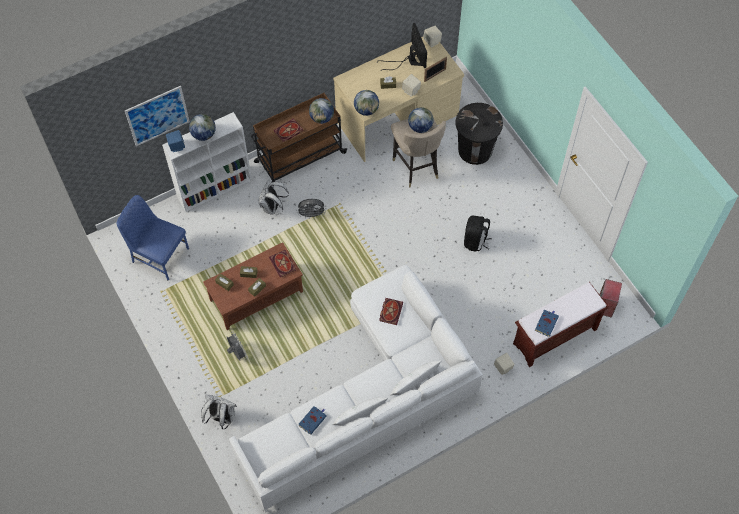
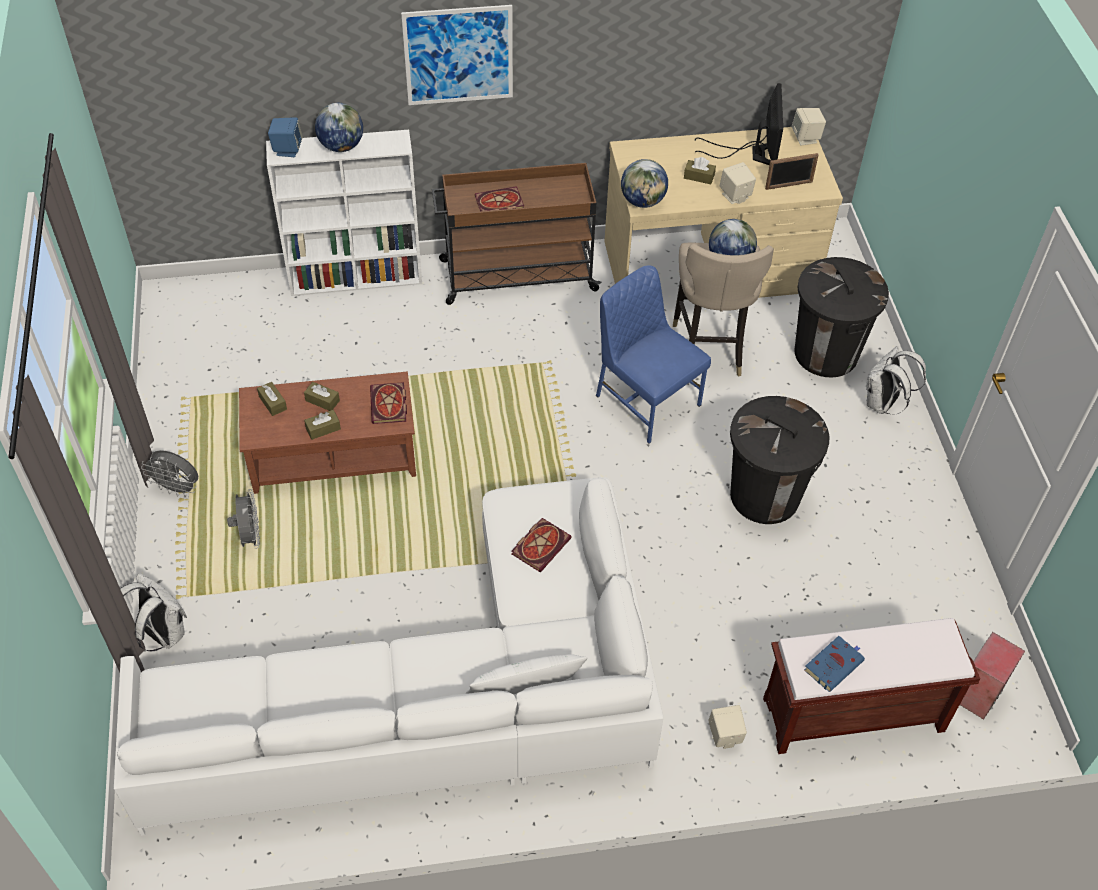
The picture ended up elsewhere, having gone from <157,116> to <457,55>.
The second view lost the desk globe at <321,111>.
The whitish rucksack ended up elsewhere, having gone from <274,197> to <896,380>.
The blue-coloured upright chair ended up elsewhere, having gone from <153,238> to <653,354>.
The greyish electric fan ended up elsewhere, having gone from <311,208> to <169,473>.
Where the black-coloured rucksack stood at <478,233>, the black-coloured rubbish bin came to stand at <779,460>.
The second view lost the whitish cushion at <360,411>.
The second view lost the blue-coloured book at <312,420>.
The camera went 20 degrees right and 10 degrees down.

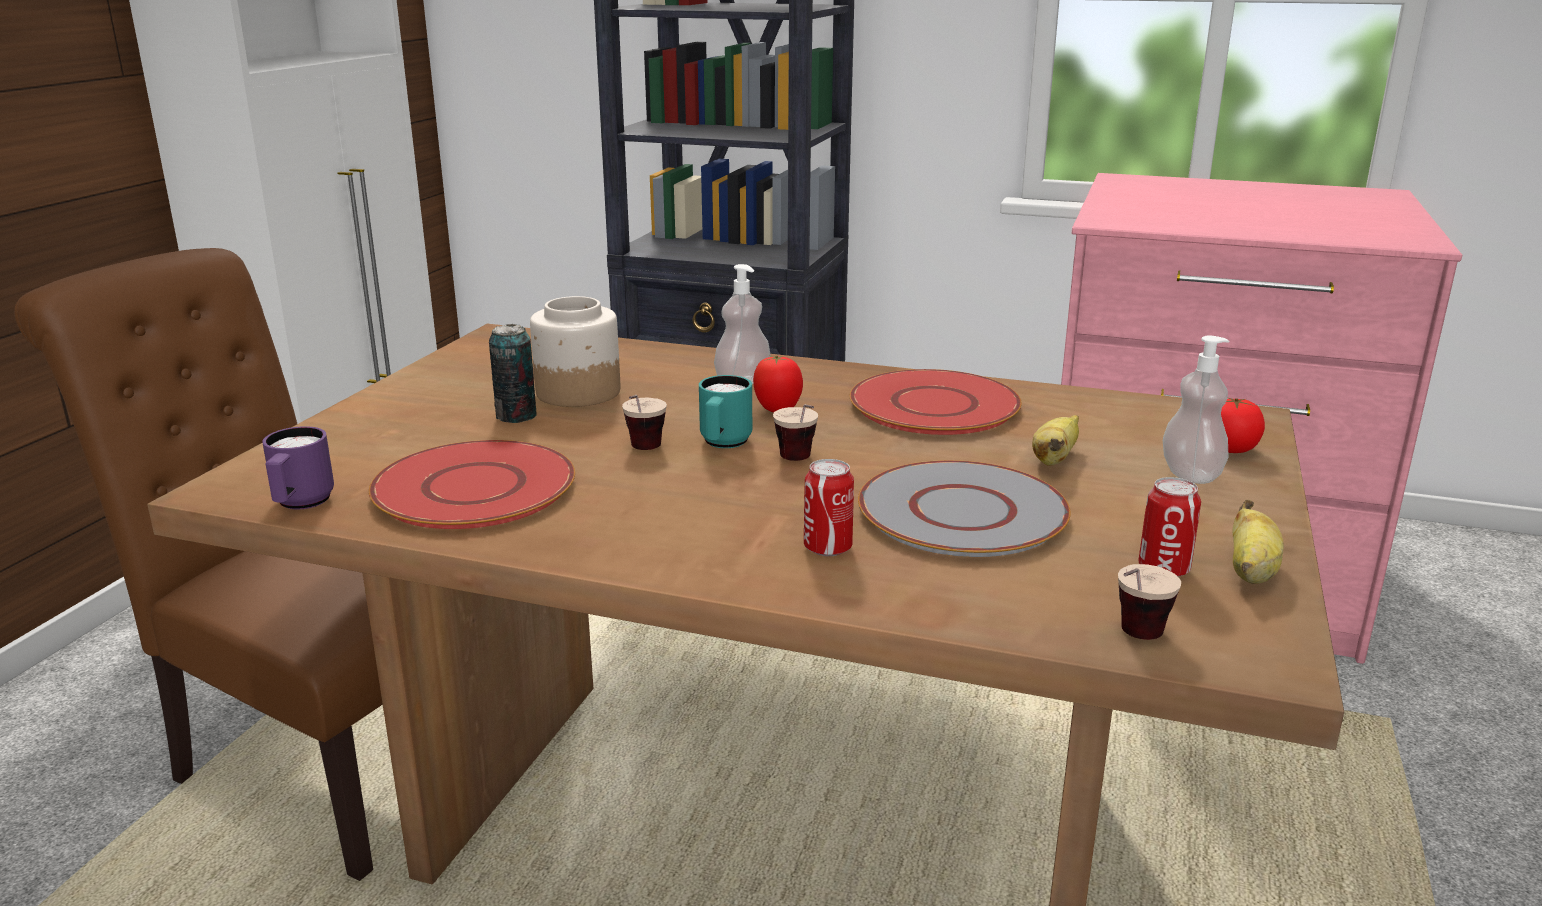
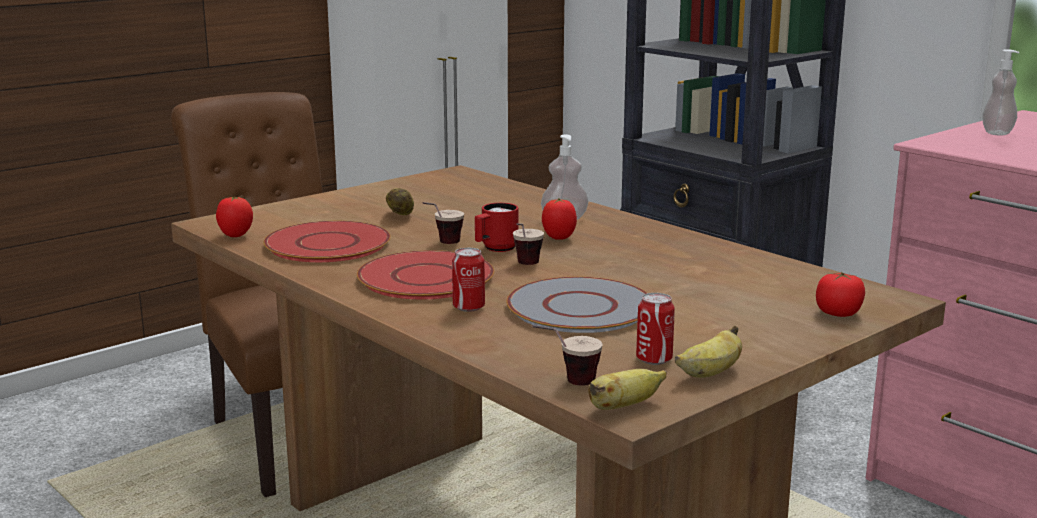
The second view lost the storage jar at <575,351>.
Where the sealed can stood at <513,373>, the whole potato came to stand at <400,201>.
The soap dispenser ended up elsewhere, having gone from <1196,409> to <1001,92>.
The red-coloured flat dish ended up elsewhere, having gone from <936,402> to <425,274>.
What was the turquoise coffee mug at <725,411> turned into the red-coloured coffee mug at <496,227>.
The banana ended up elsewhere, having gone from <1055,440> to <627,389>.
Where the purple-coloured coffee mug stood at <298,467>, the fresh tomato came to stand at <234,216>.
The camera went 30 degrees right and 5 degrees down.

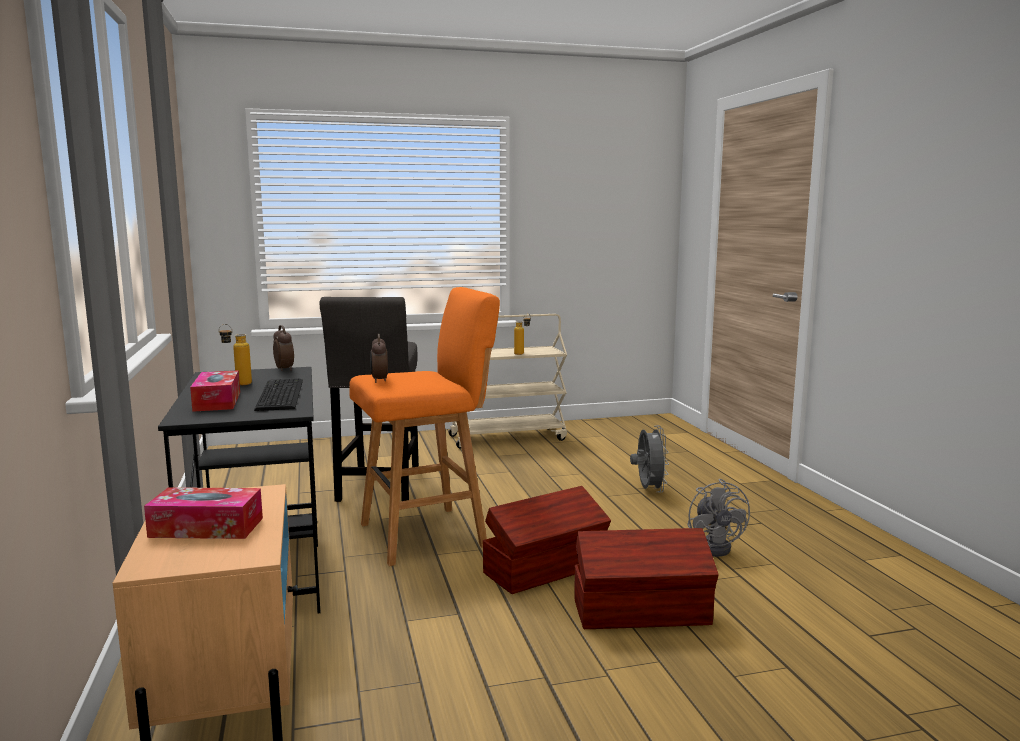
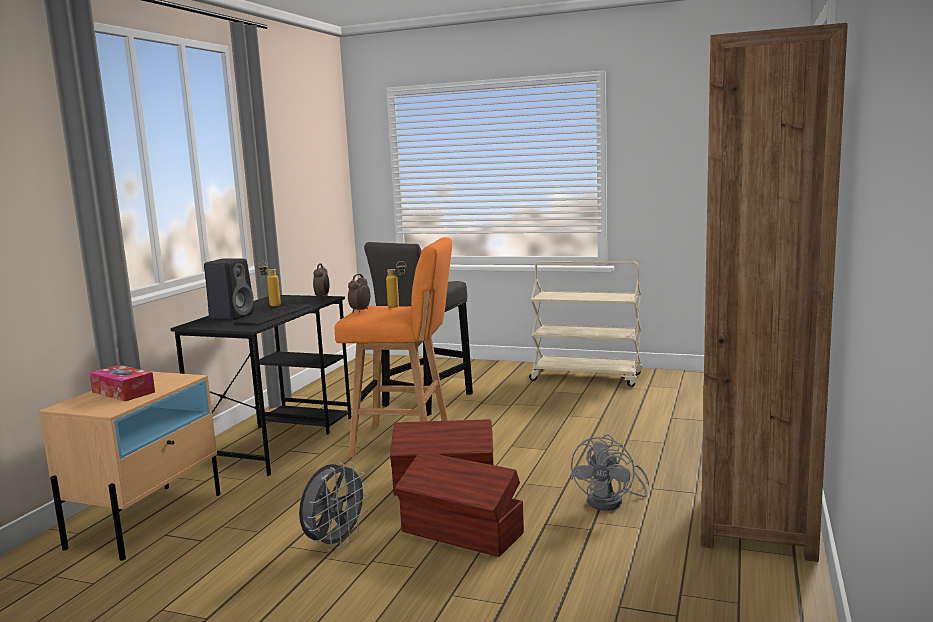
The drink bottle ended up elsewhere, having gone from <522,334> to <396,284>.
Where the box of tissues stood at <215,391>, the black-coloured loudspeaker came to stand at <229,289>.
The greyish electric fan ended up elsewhere, having gone from <649,459> to <334,506>.
The second view gained the brownish bookshelf at <774,292>.
The camera went 35 degrees right and 0 degrees up.

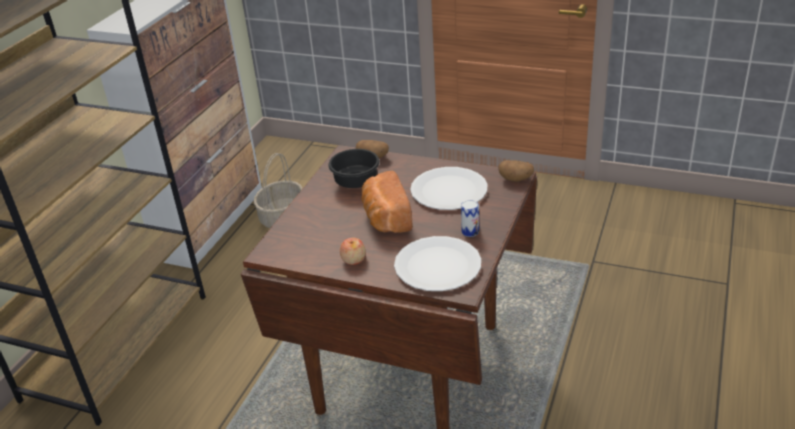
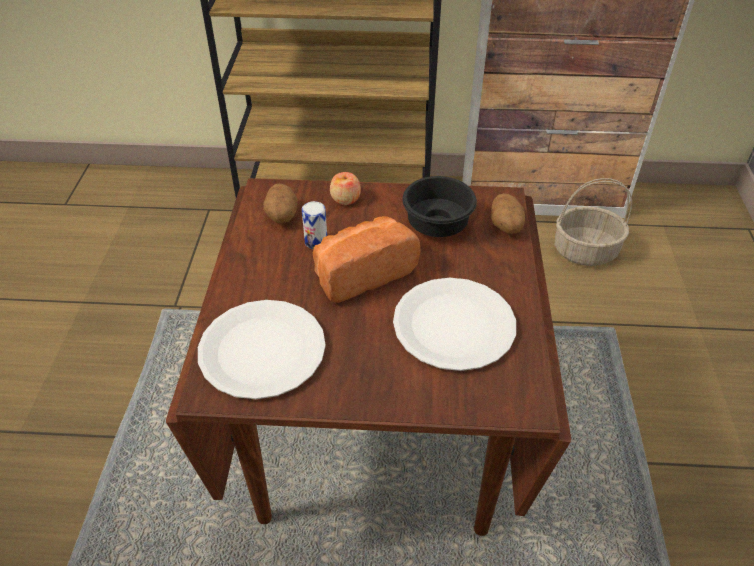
The whole potato ended up elsewhere, having gone from <516,171> to <280,203>.
The sealed can ended up elsewhere, having gone from <470,218> to <314,225>.
The apple fruit ended up elsewhere, having gone from <353,251> to <345,188>.
The camera went 70 degrees right and 10 degrees up.

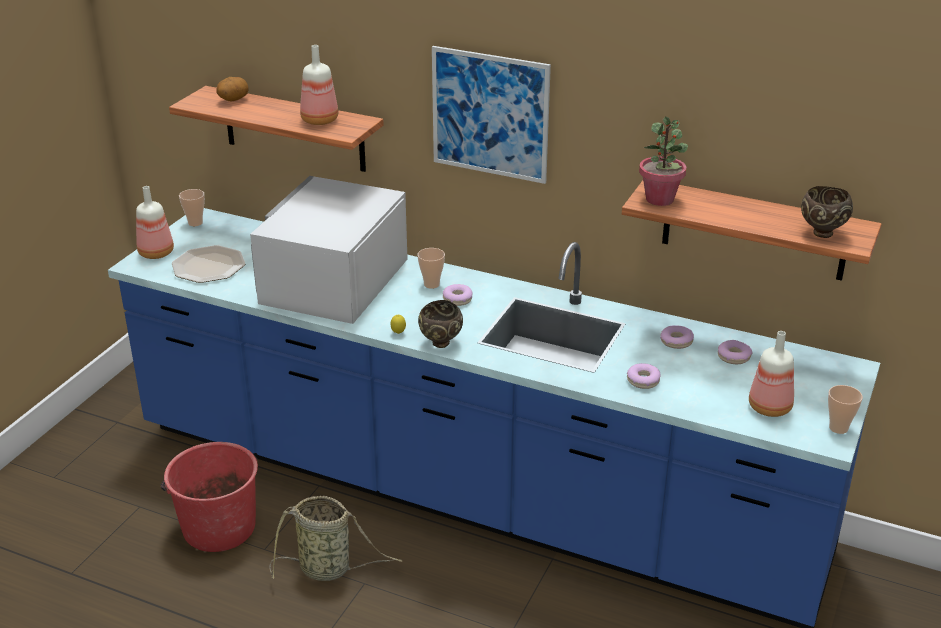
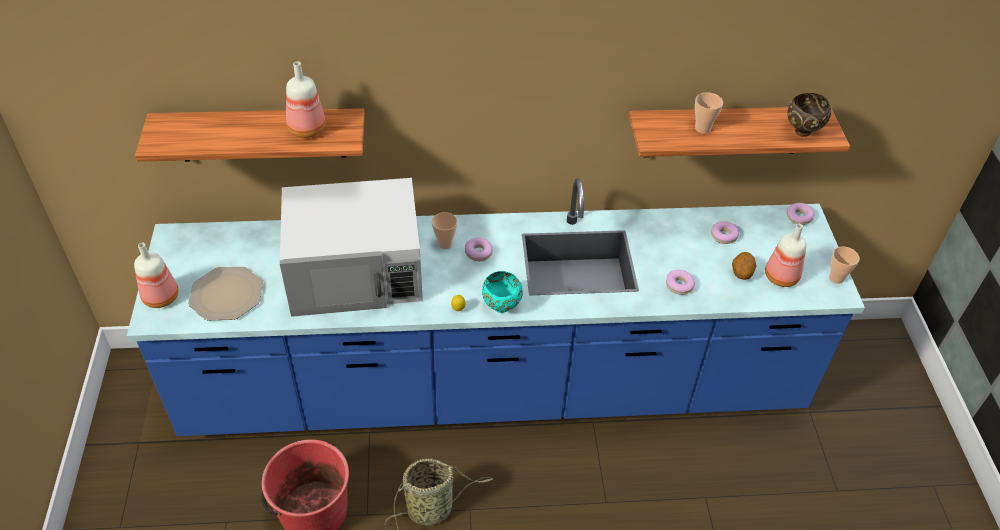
The second view lost the picture at <491,115>.
The whole potato ended up elsewhere, having gone from <232,89> to <744,266>.
The second view lost the potted plant at <663,161>.
The whitish microwave oven at <329,250> ended up facing another way, 90 degrees counterclockwise from before.
The drinking cup ended up elsewhere, having gone from <192,207> to <709,112>.
What was the brownish serving bowl at <440,324> turned into the turquoise serving bowl at <502,292>.
The donut ended up elsewhere, having gone from <677,337> to <800,214>.
The camera went 30 degrees left and 15 degrees up.

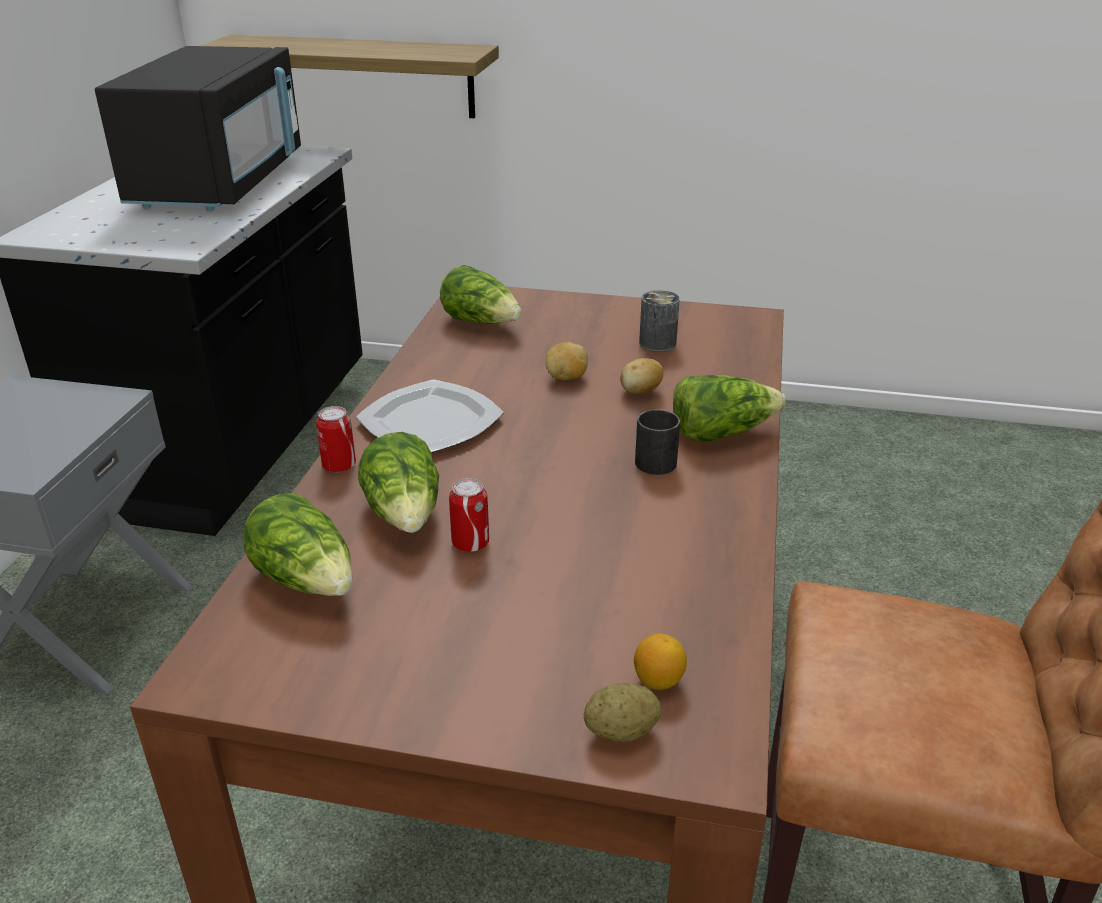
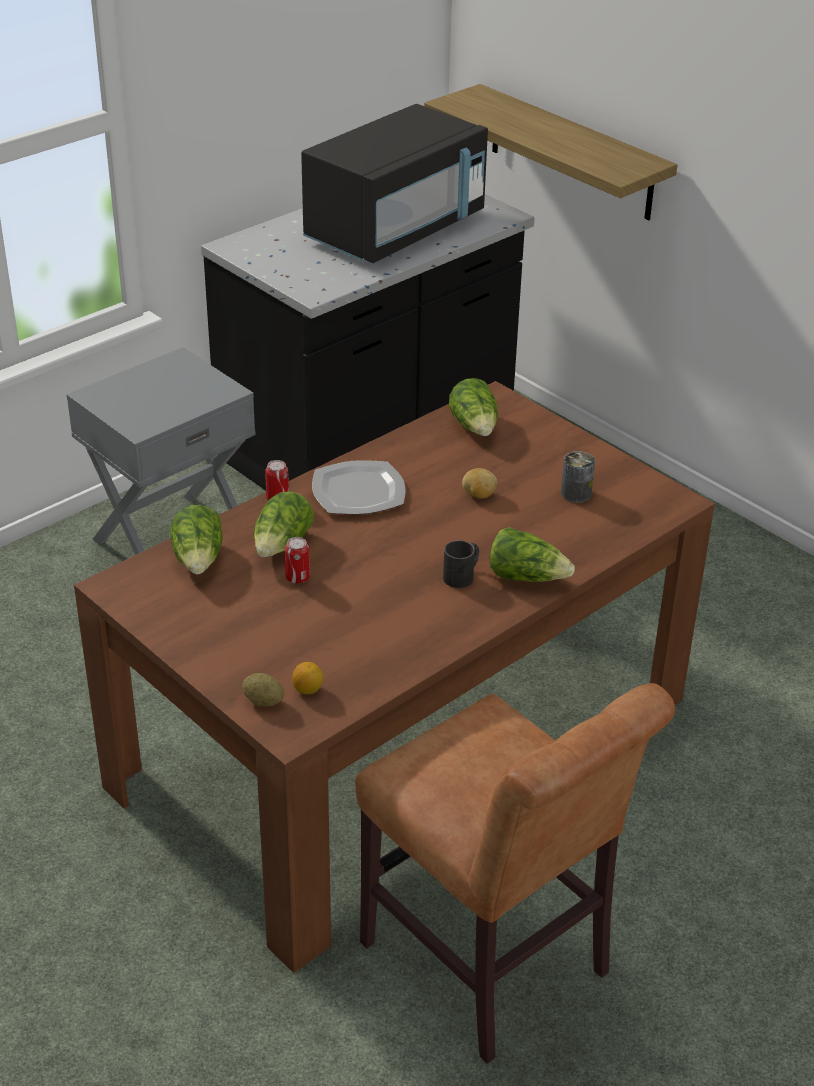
The second view lost the whole potato at <642,376>.
The camera went 35 degrees right and 5 degrees up.

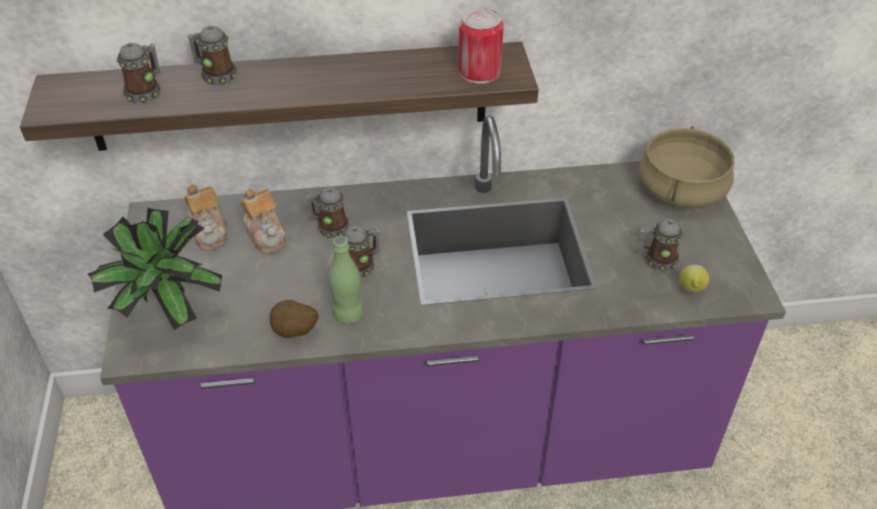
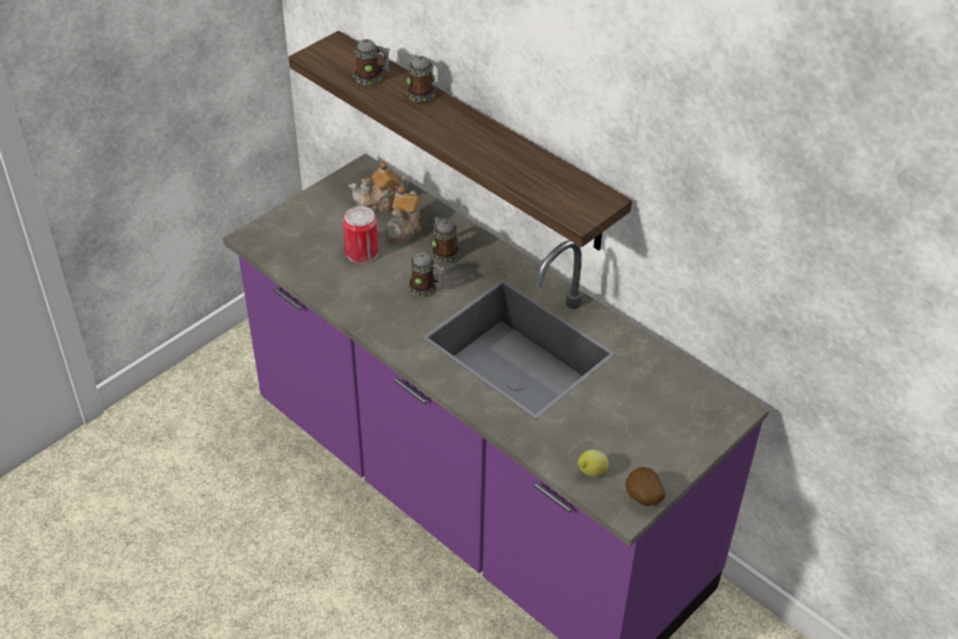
The sealed can ended up elsewhere, having gone from <481,46> to <360,235>.
The second view lost the beige-coloured stockpot at <686,167>.
The pot for tea at <206,217> ended up facing another way, 45 degrees clockwise from before.
The second view lost the potted plant at <155,269>.
The second view lost the coffee mug at <660,245>.
The second view lost the green-coloured drink bottle at <346,280>.
The whole potato ended up elsewhere, having gone from <294,319> to <645,486>.
The camera went 50 degrees right and 0 degrees up.

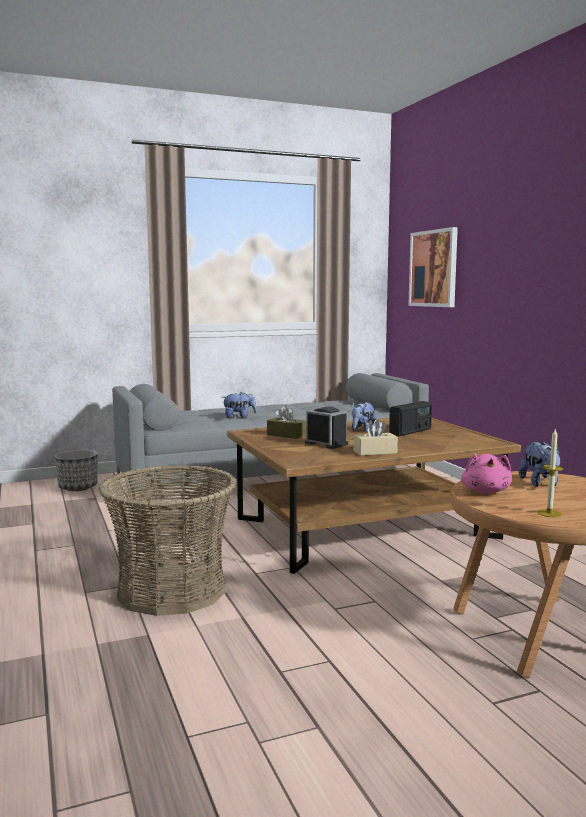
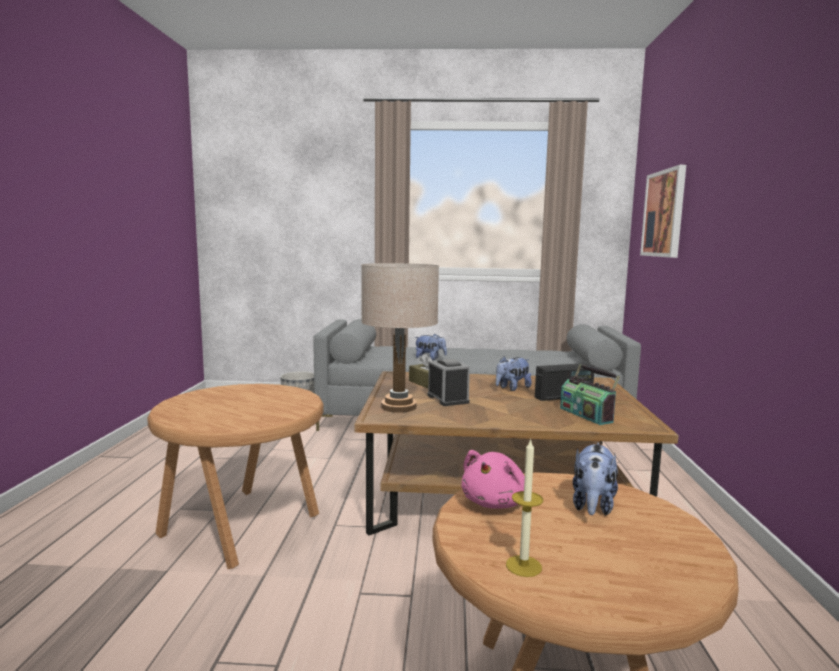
The second view lost the beige-coloured box of tissues at <376,438>.
Where the basket stood at <167,540>, the brownish accent table came to stand at <235,476>.
The second view gained the beige-coloured lamp for a table at <400,338>.
The second view gained the radio receiver at <590,394>.
The camera went 25 degrees right and 0 degrees up.

